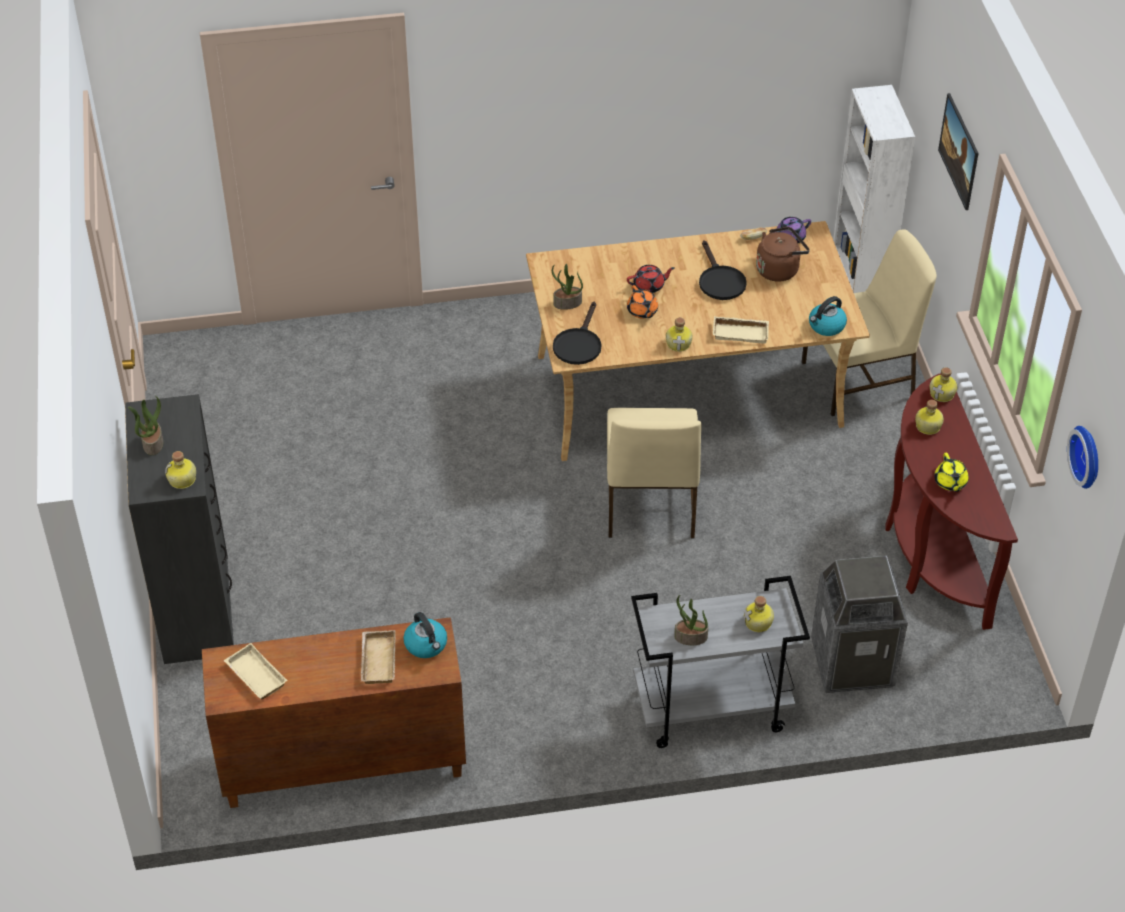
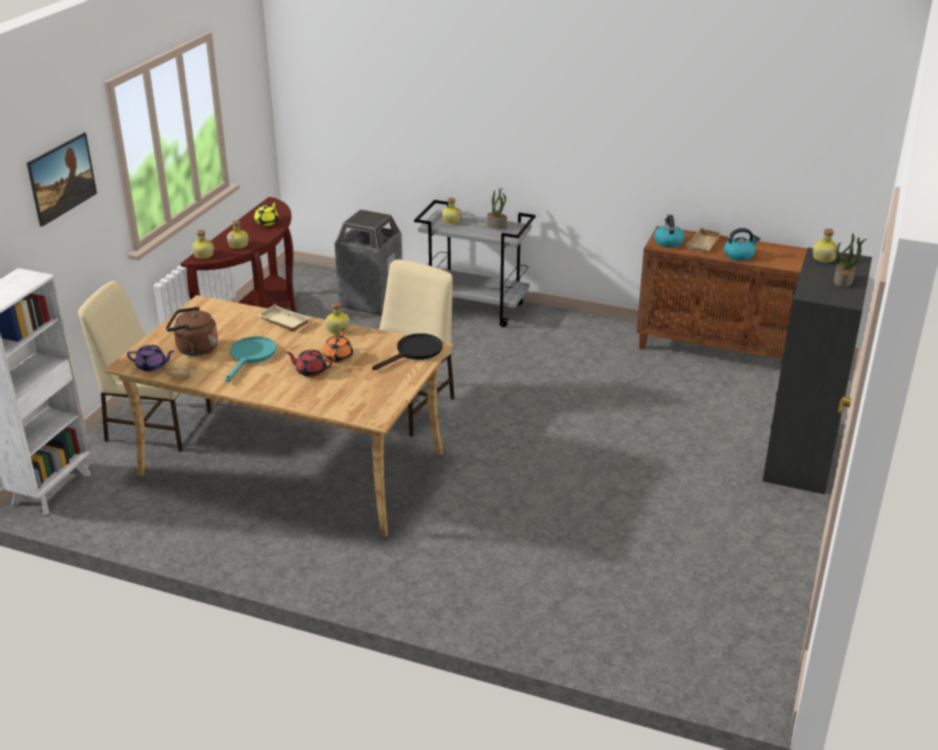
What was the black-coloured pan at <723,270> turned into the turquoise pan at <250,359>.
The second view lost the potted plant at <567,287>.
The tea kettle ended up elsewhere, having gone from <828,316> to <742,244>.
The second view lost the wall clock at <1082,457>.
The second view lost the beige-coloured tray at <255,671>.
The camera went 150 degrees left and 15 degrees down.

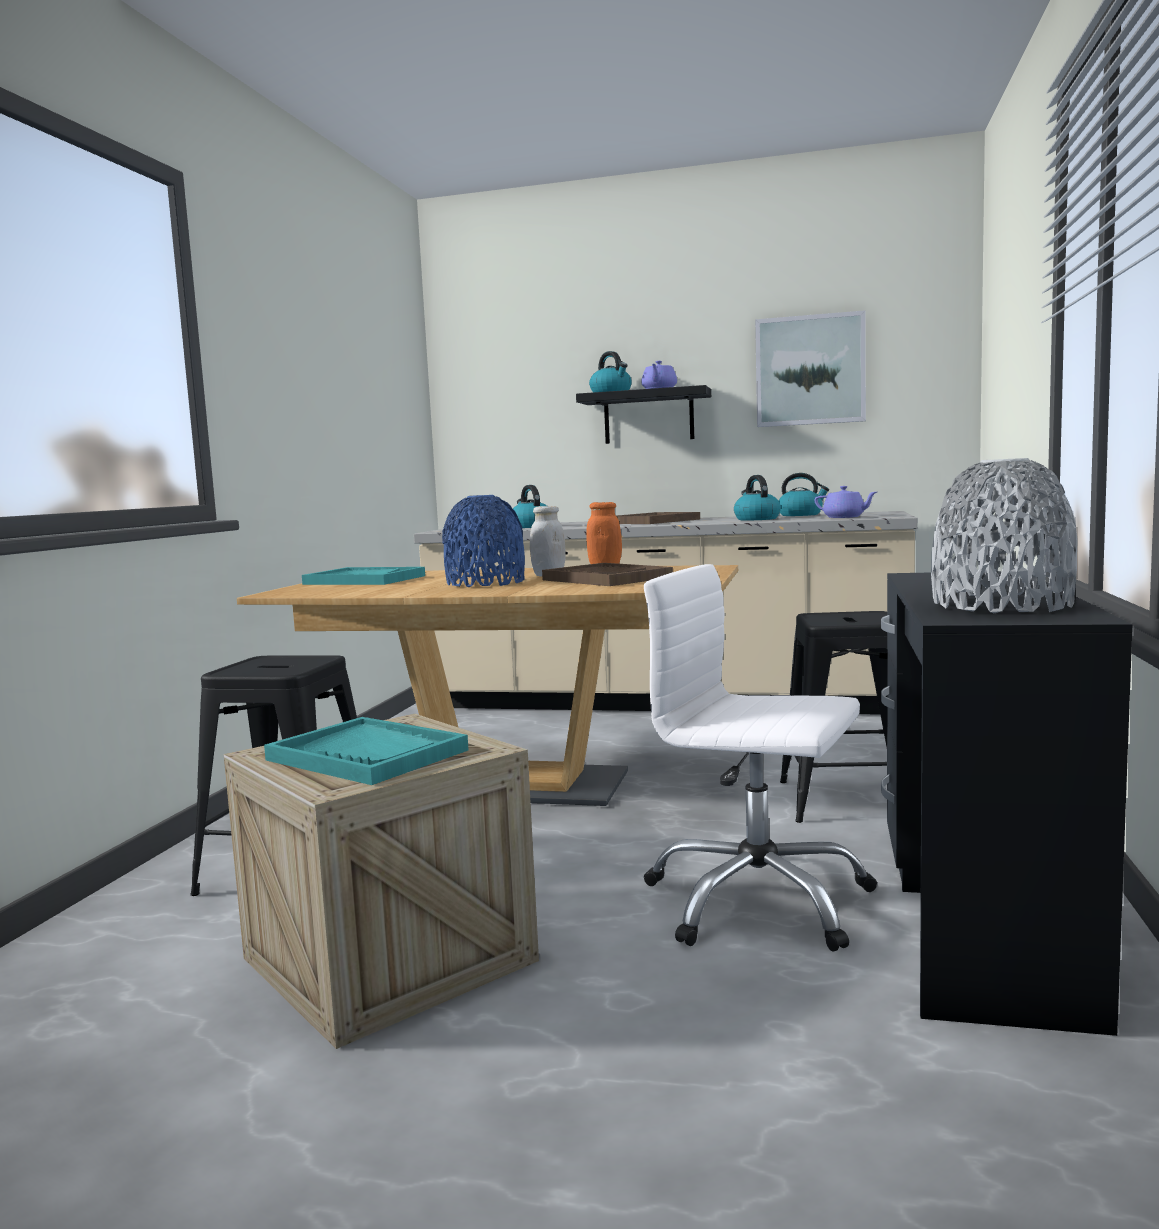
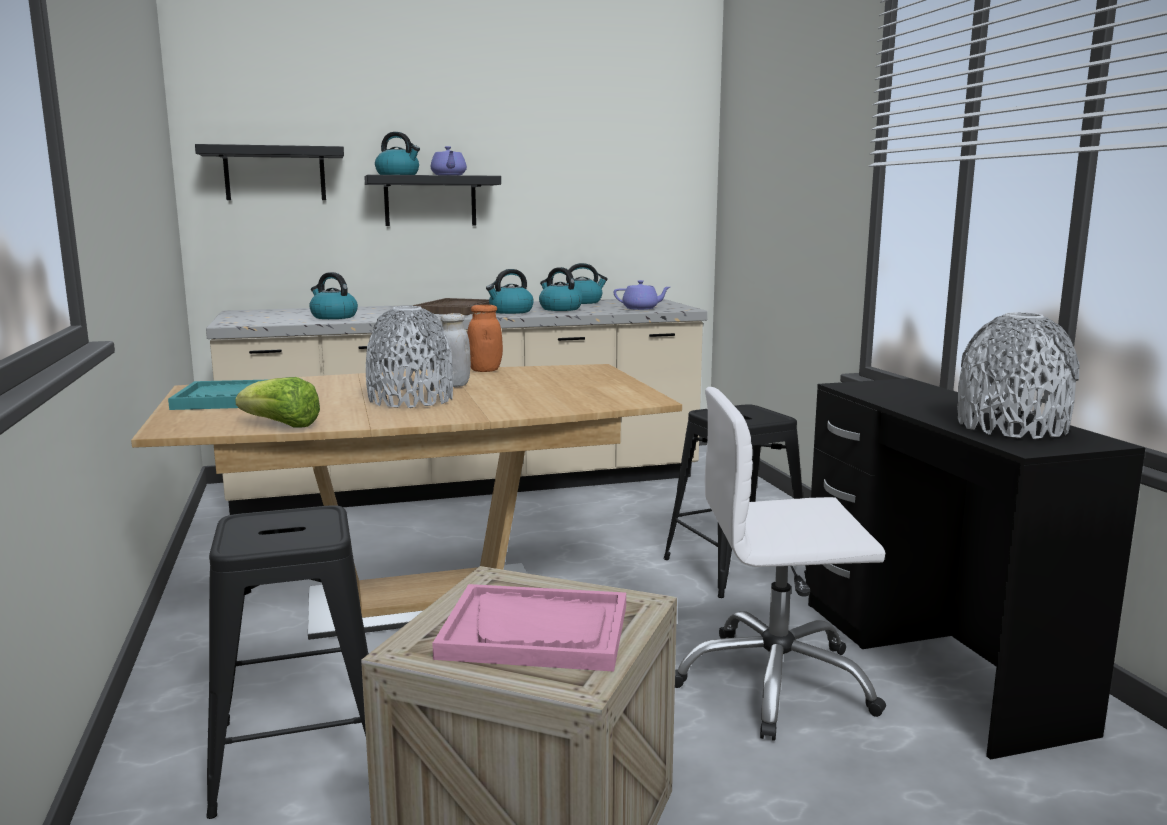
The second view lost the picture at <810,368>.
What was the blue-coloured vase at <483,541> turned into the greyish vase at <409,357>.
The second view lost the brownish tray at <607,574>.
What was the turquoise tray at <366,751> turned into the pink tray at <529,628>.
The second view gained the black-coloured wall shelf at <269,172>.
The second view gained the tea kettle at <510,291>.
The second view gained the head of lettuce at <277,402>.
The camera went 30 degrees left and 5 degrees up.

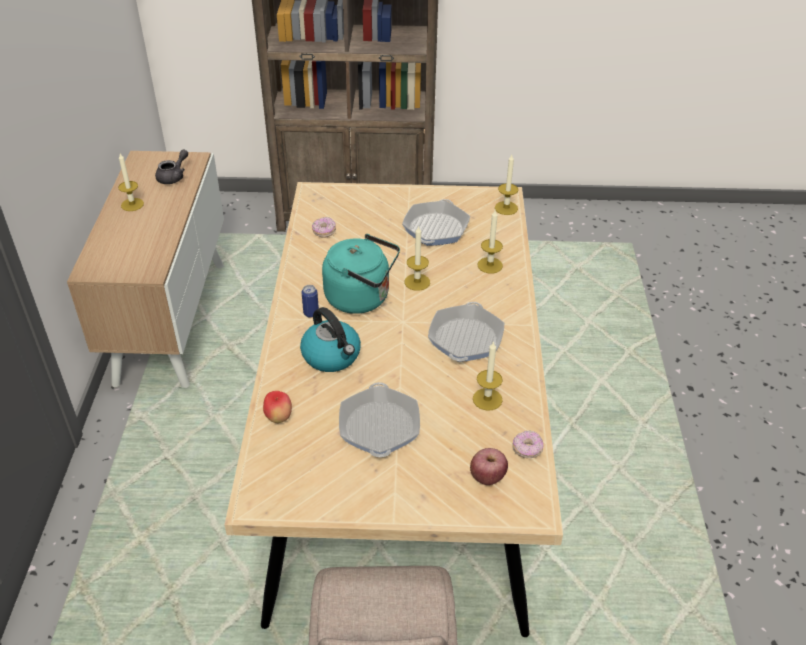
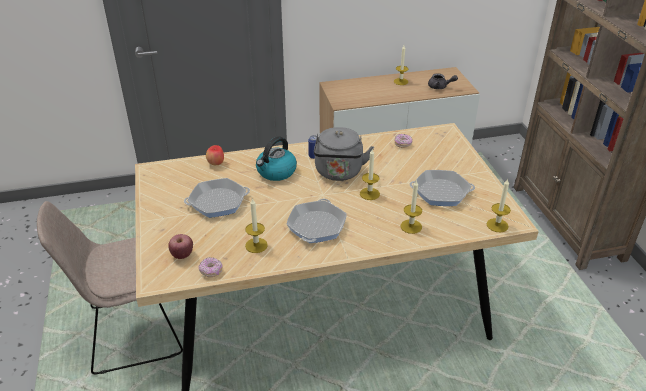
What was the turquoise tea kettle at <361,274> turned into the greyish tea kettle at <344,154>.
The pan at <466,332> ended up facing another way, 105 degrees clockwise from before.
The camera went 75 degrees right and 5 degrees down.

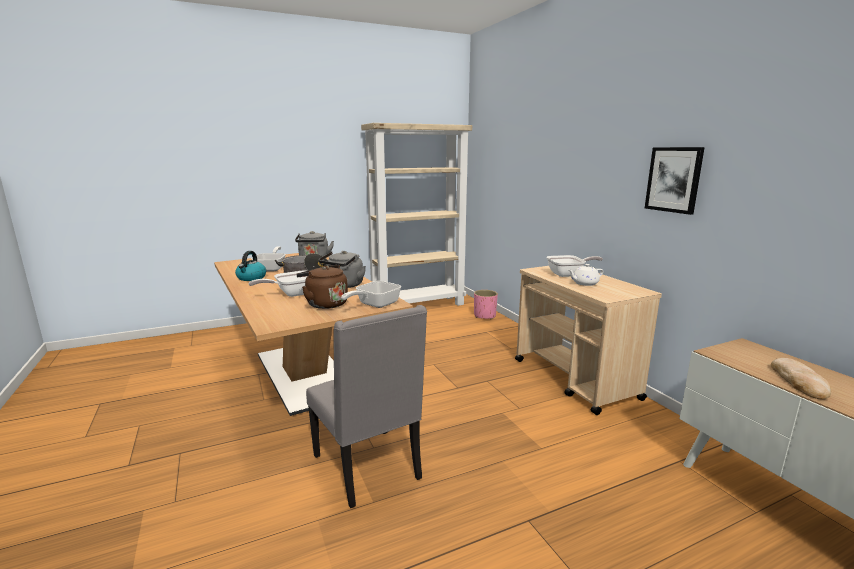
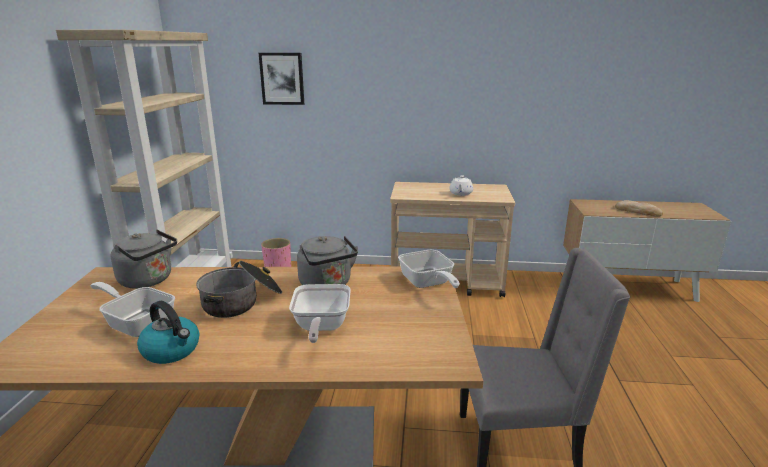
The picture ended up elsewhere, having gone from <675,181> to <281,79>.
The second view lost the pan at <574,266>.
The second view lost the brownish tea kettle at <322,287>.
The camera went 60 degrees left and 5 degrees up.

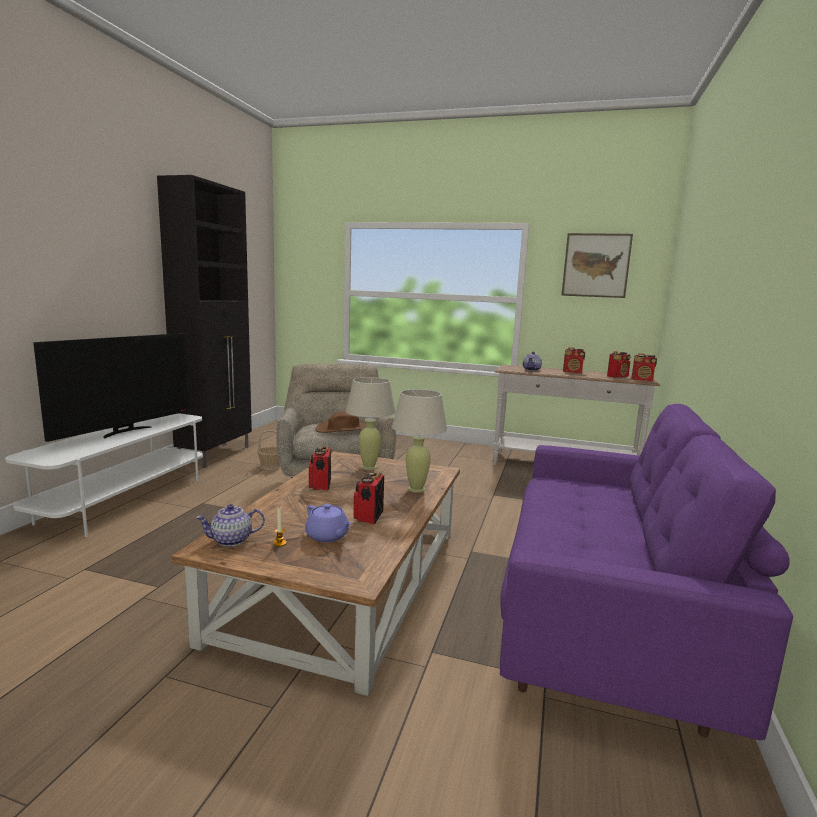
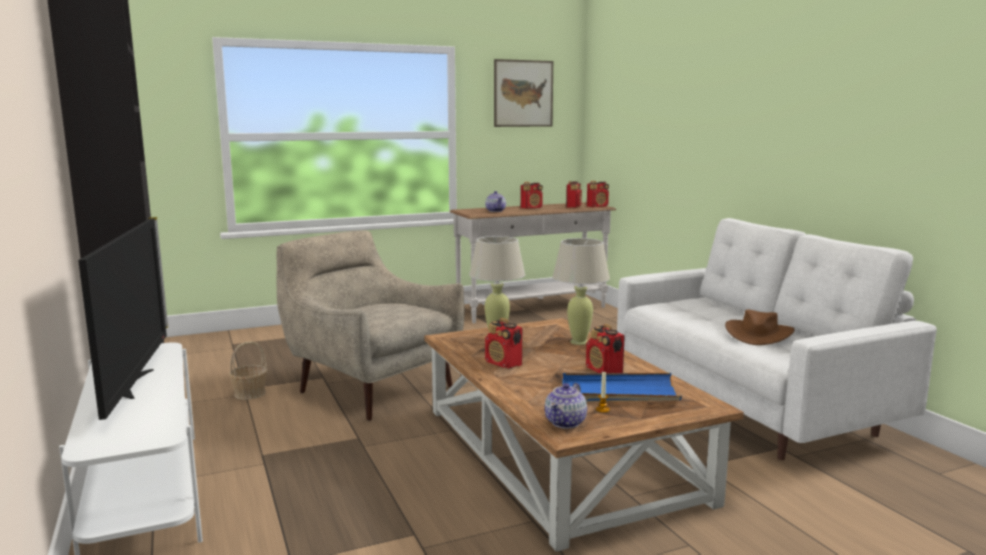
What was the purple-coloured sofa at <646,572> turned into the whitish sofa at <777,339>.
The brownish hat ended up elsewhere, having gone from <340,422> to <760,327>.
Where the purple-coloured pot for tea stood at <328,523>, the blue-coloured tray came to stand at <622,387>.
The camera went 40 degrees left and 0 degrees up.

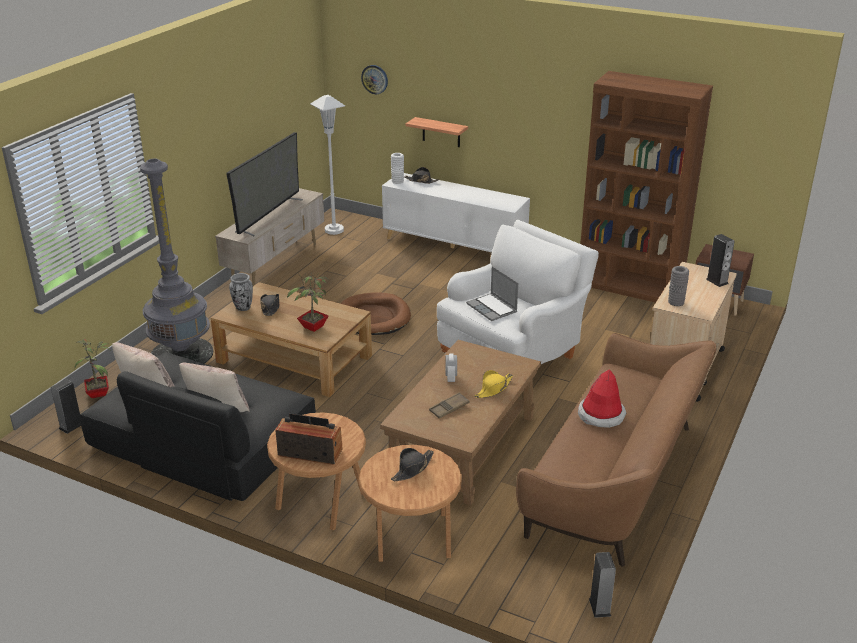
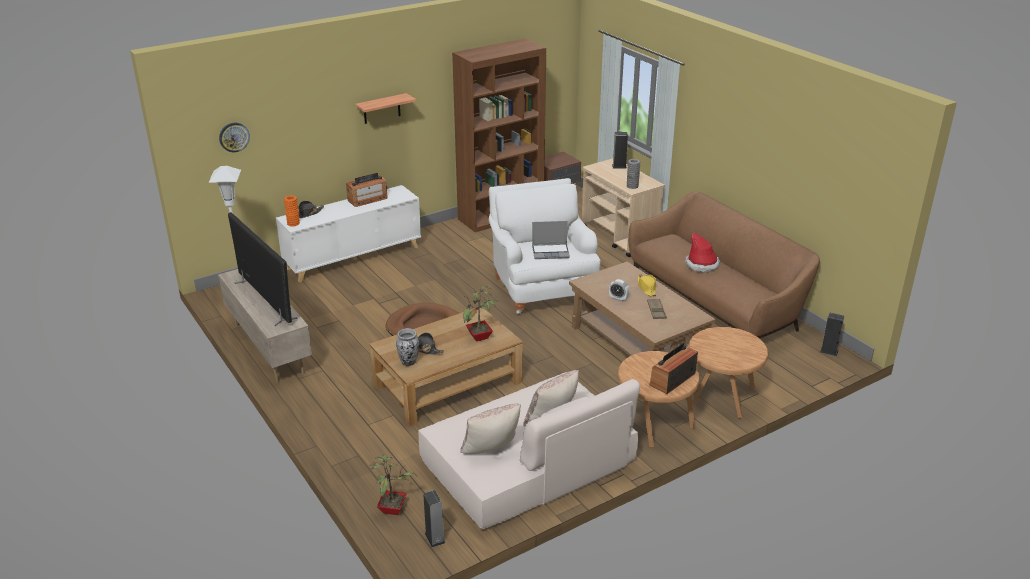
The wall shelf ended up elsewhere, having gone from <436,132> to <385,108>.
What was the whitish vase at <397,168> turned into the orange-coloured vase at <292,211>.
The second view lost the greyish standard lamp at <176,261>.
What was the black-coloured sofa at <198,426> turned into the beige-coloured sofa at <529,450>.
The second view lost the black-coloured hat at <412,464>.
The second view gained the radio receiver at <367,190>.
The camera went 60 degrees left and 0 degrees up.

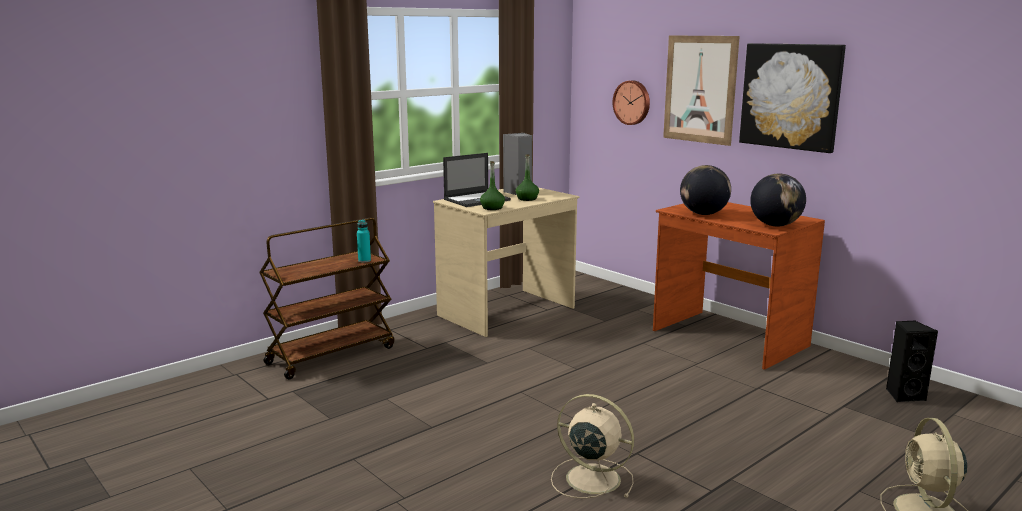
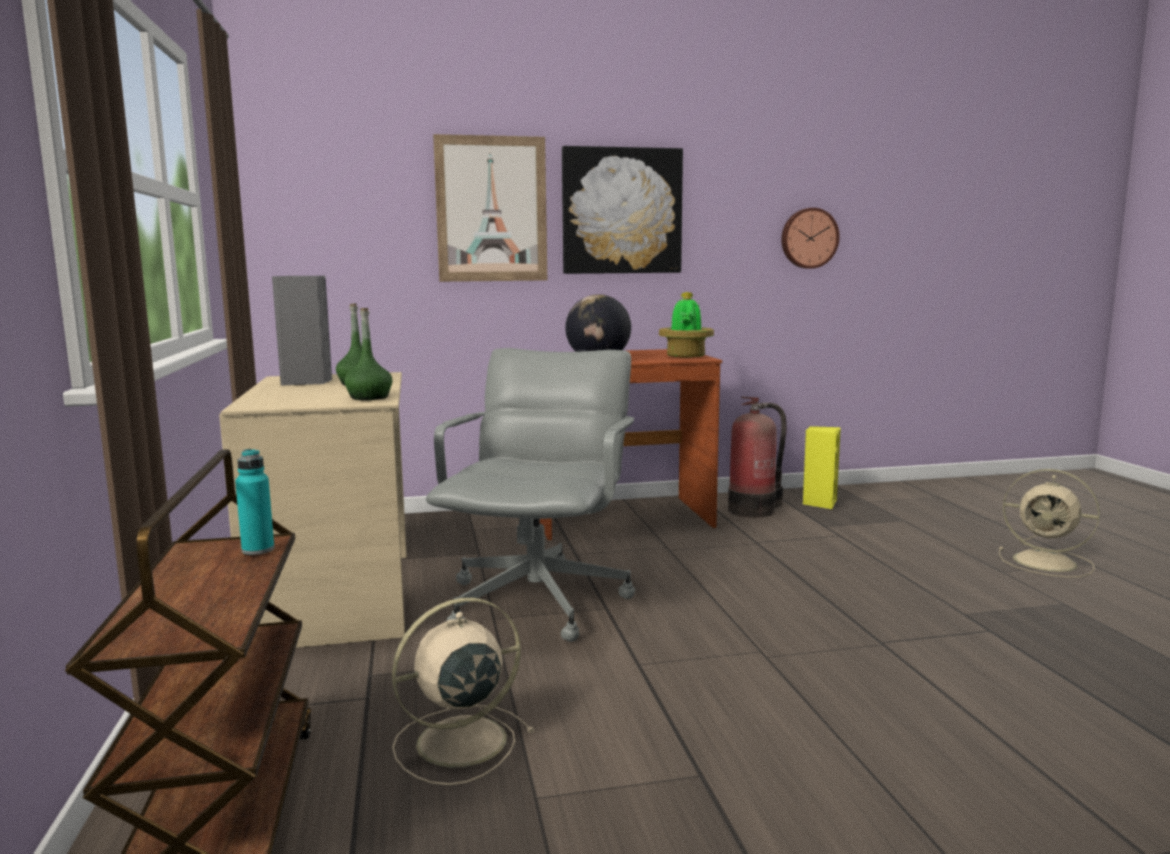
The wall clock ended up elsewhere, having gone from <631,102> to <810,238>.
The second view lost the laptop at <477,180>.
Where the desk globe stood at <778,200>, the potted plant came to stand at <686,325>.
What was the black-coloured loudspeaker at <912,361> turned into the yellow loudspeaker at <821,467>.
The beige-coloured electric fan ended up elsewhere, having gone from <592,446> to <463,691>.
The second view gained the greyish office chair at <530,495>.
The second view gained the extinguisher at <757,457>.
The camera went 60 degrees left and 5 degrees down.

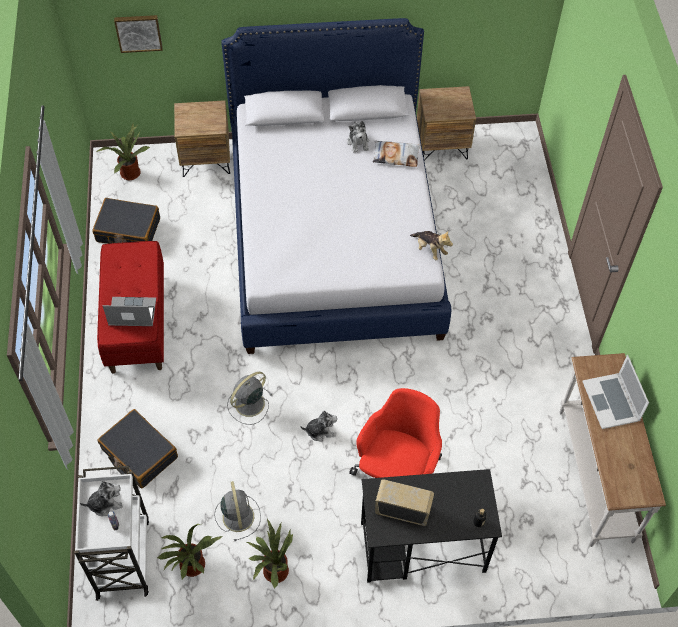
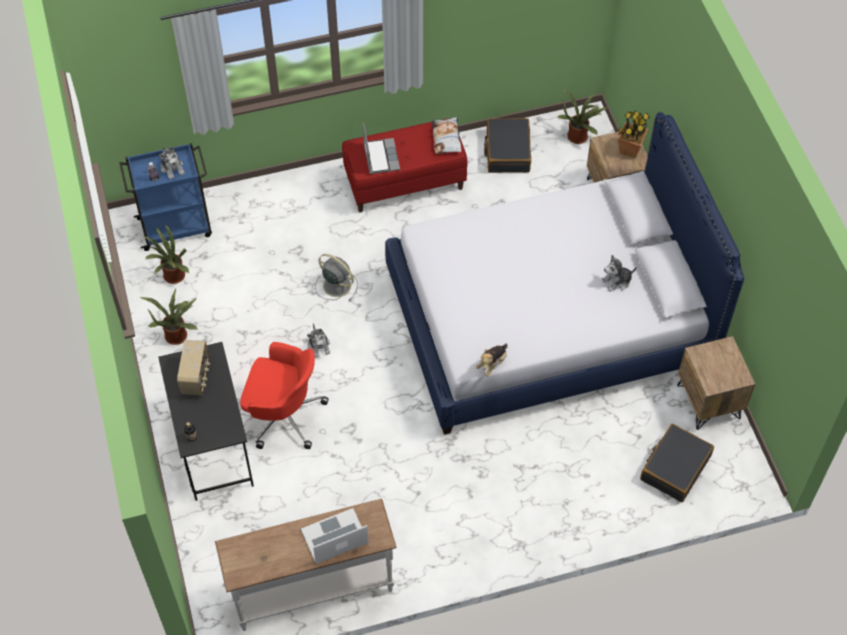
The second view lost the picture at <138,34>.
The cushion ended up elsewhere, having gone from <397,154> to <446,135>.
The black-coloured suitcase ended up elsewhere, having gone from <138,449> to <677,463>.
What was the whitish wheeled cart at <111,533> turned into the blue-coloured wheeled cart at <165,197>.
The second view lost the greyish electric fan at <237,511>.
The second view gained the potted plant at <634,134>.
The camera went 80 degrees right and 0 degrees up.

